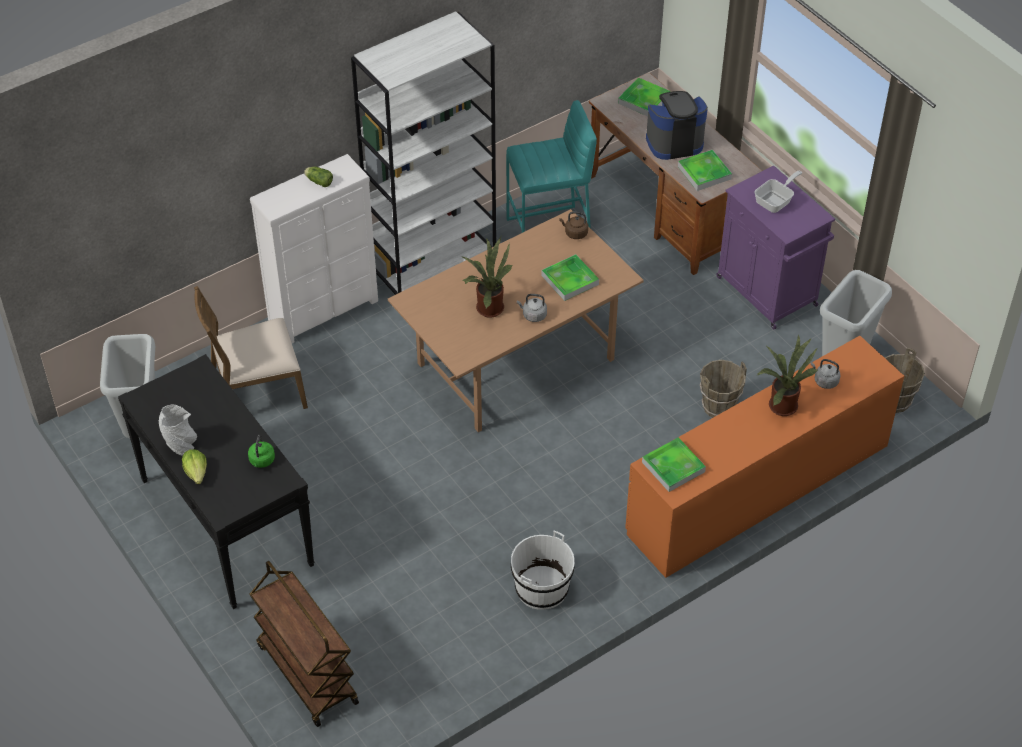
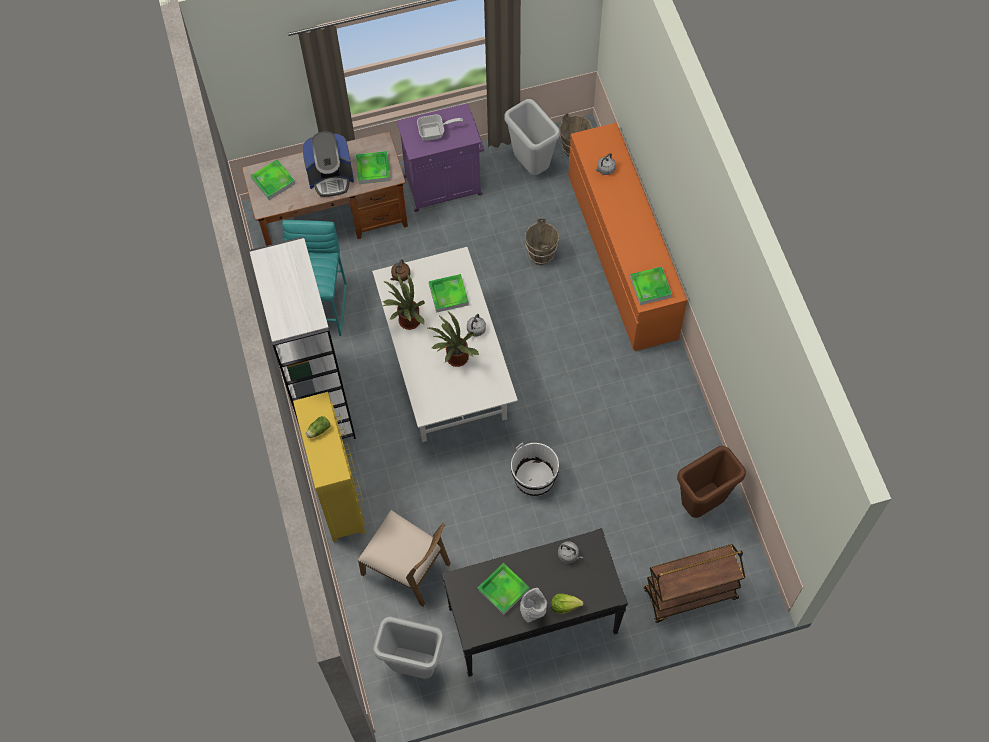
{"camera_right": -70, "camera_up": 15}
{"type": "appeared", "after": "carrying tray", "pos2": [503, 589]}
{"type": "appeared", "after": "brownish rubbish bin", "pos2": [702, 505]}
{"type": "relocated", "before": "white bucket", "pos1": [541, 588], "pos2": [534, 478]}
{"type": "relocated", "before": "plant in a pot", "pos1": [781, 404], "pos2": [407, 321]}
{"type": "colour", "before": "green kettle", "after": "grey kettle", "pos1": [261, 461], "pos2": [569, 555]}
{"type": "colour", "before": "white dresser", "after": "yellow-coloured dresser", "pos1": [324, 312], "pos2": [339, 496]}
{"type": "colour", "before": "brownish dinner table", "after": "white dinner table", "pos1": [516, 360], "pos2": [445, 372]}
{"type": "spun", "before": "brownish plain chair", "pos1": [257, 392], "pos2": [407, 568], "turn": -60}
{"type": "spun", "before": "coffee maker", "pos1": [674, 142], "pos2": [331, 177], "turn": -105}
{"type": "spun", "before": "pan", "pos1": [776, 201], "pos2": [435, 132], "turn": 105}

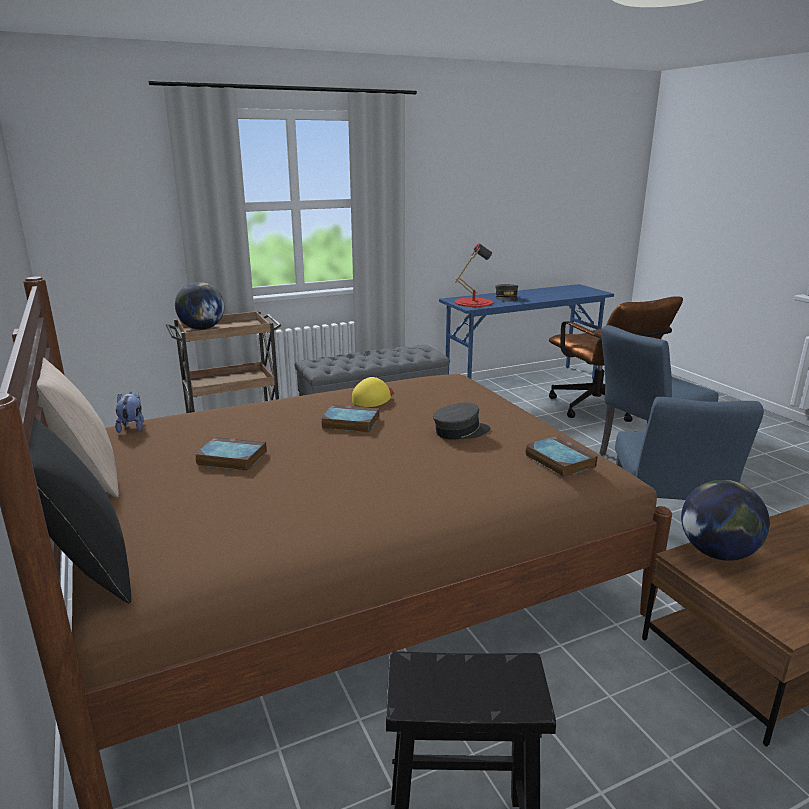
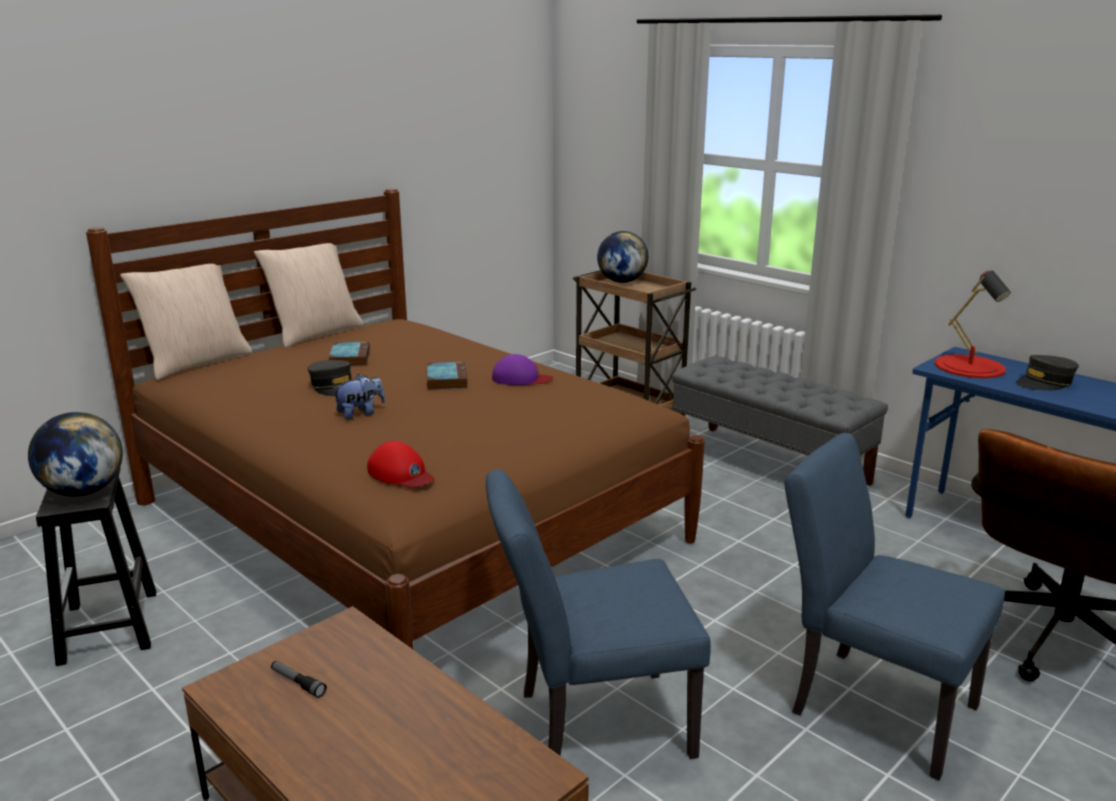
{"camera_right": 70, "camera_up": 0}
{"type": "appeared", "after": "torch", "pos2": [298, 683]}
{"type": "relocated", "before": "plush toy", "pos1": [132, 427], "pos2": [360, 413]}
{"type": "relocated", "before": "grey cap", "pos1": [460, 431], "pos2": [334, 387]}
{"type": "relocated", "before": "world globe", "pos1": [717, 553], "pos2": [83, 491]}
{"type": "exchanged", "before": "book", "after": "red-coloured cap", "pos1": [558, 460], "pos2": [401, 474]}
{"type": "colour", "before": "black throw pillow", "after": "beige-coloured throw pillow", "pos1": [86, 567], "pos2": [196, 362]}
{"type": "colour", "before": "yellow-coloured cap", "after": "purple cap", "pos1": [373, 398], "pos2": [521, 379]}

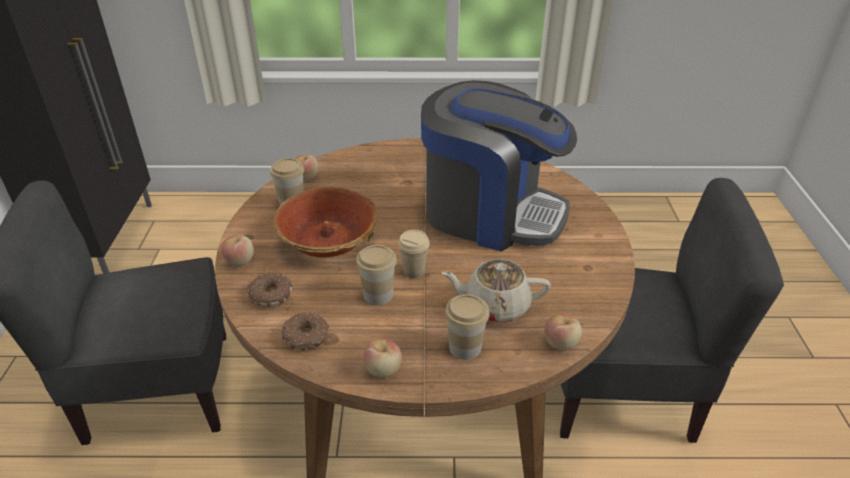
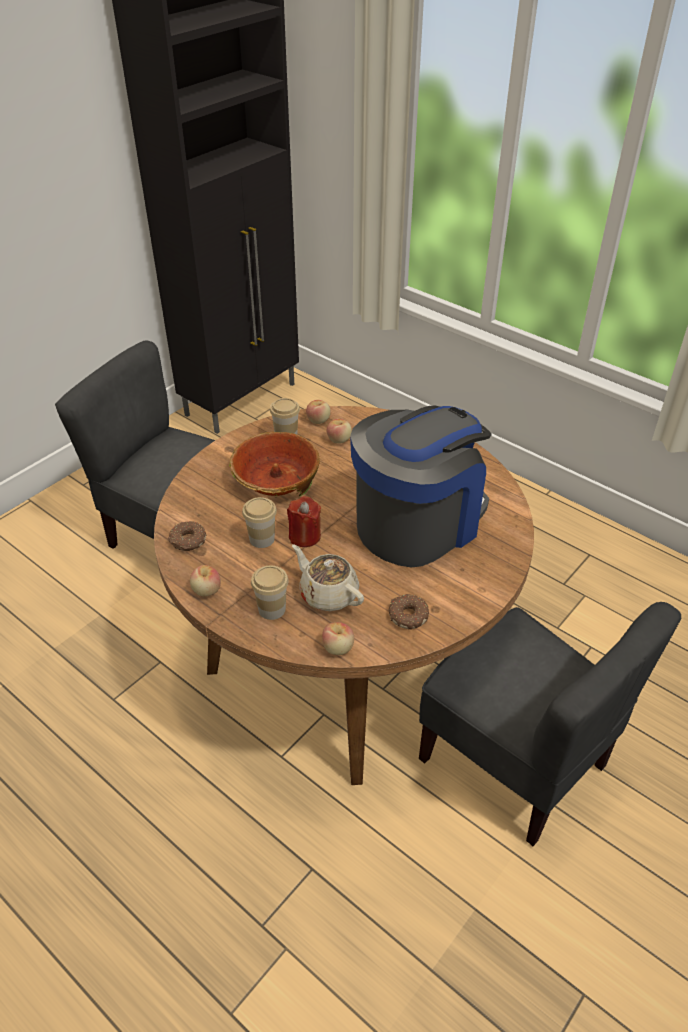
{"camera_right": 40, "camera_up": 5}
{"type": "relocated", "before": "apple", "pos1": [240, 261], "pos2": [339, 440]}
{"type": "relocated", "before": "donut", "pos1": [270, 294], "pos2": [407, 615]}
{"type": "exchanged", "before": "beige-coloured drinking cup", "after": "red-coloured wax light", "pos1": [414, 271], "pos2": [304, 536]}
{"type": "spun", "before": "coffee maker", "pos1": [490, 213], "pos2": [418, 522], "turn": -105}

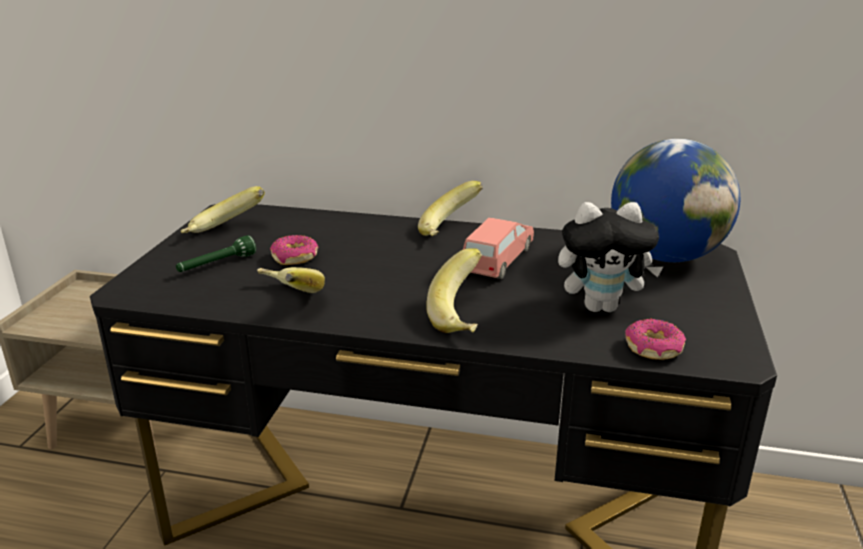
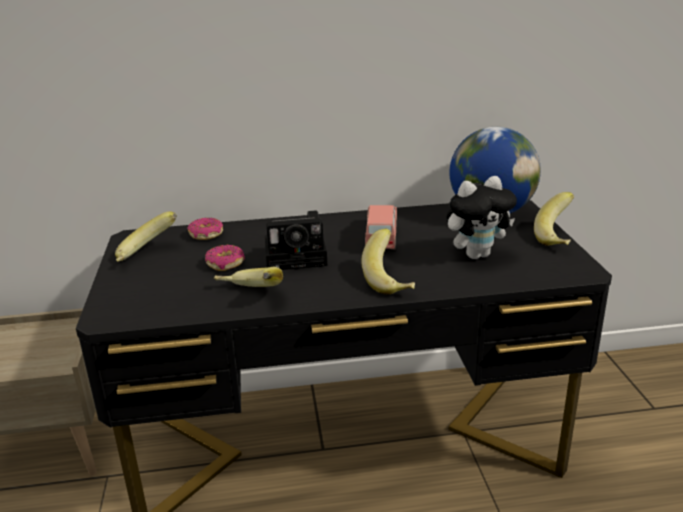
{"camera_right": -20, "camera_up": 0}
{"type": "missing", "before": "green torch", "pos1": [216, 265]}
{"type": "appeared", "after": "photo camera", "pos2": [299, 257]}
{"type": "relocated", "before": "banana", "pos1": [451, 231], "pos2": [559, 238]}
{"type": "relocated", "before": "donut", "pos1": [653, 348], "pos2": [206, 235]}

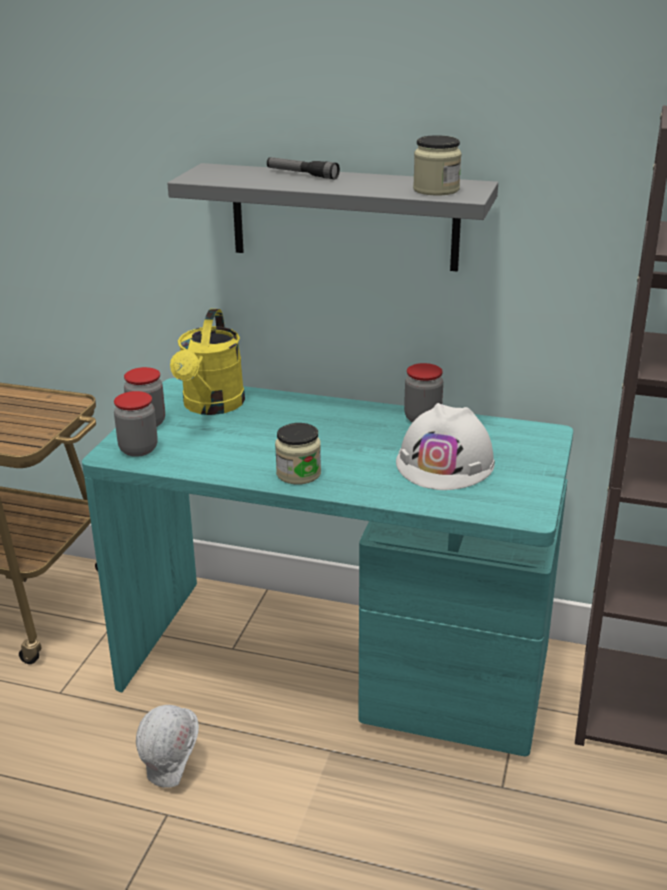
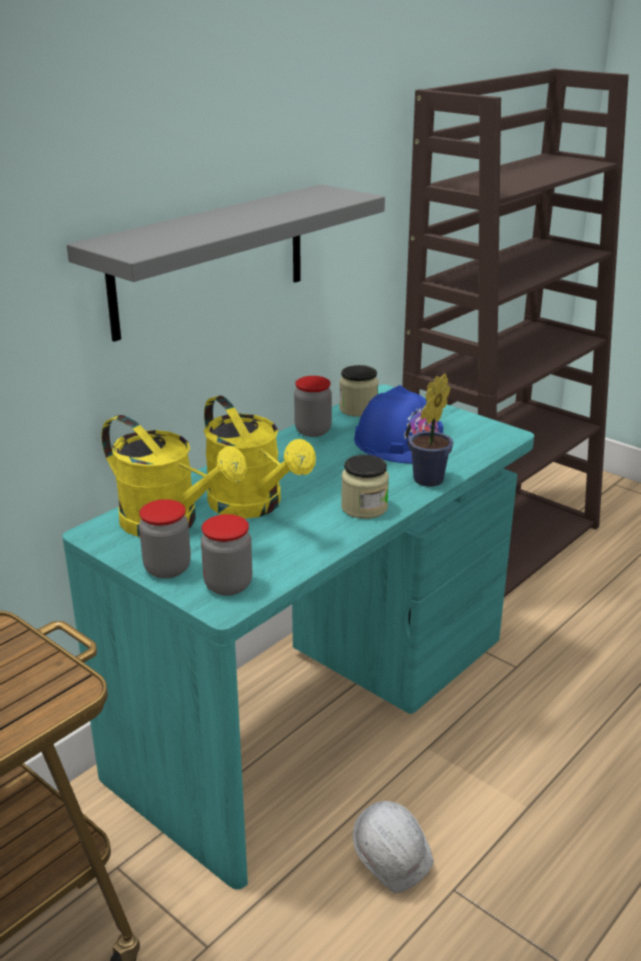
{"camera_right": -65, "camera_up": 0}
{"type": "missing", "before": "torch", "pos1": [302, 174]}
{"type": "appeared", "after": "yellow-coloured watering pot", "pos2": [253, 506]}
{"type": "appeared", "after": "plant in a pot", "pos2": [426, 481]}
{"type": "relocated", "before": "storage jar", "pos1": [436, 190], "pos2": [358, 409]}
{"type": "colour", "before": "white safety helmet", "after": "bluish safety helmet", "pos1": [445, 463], "pos2": [401, 442]}

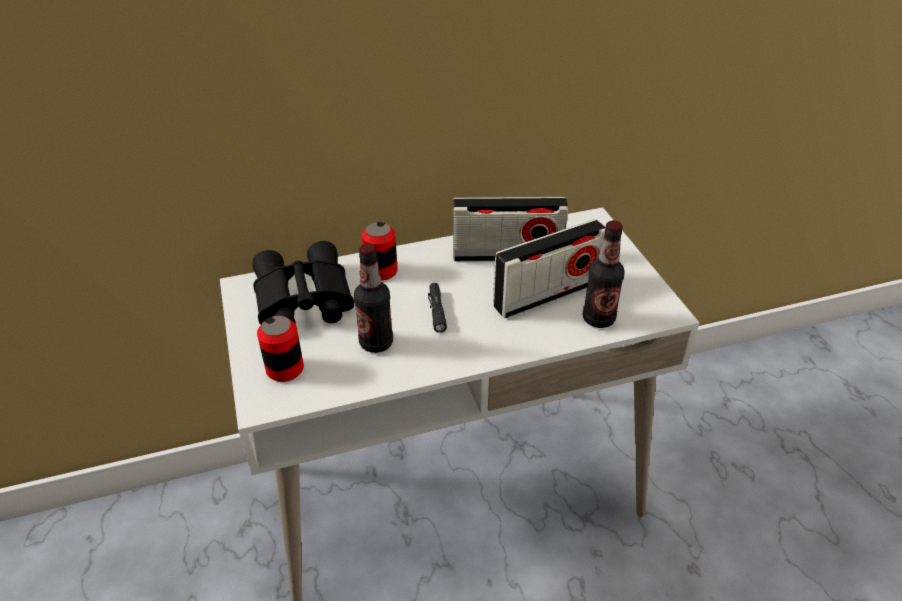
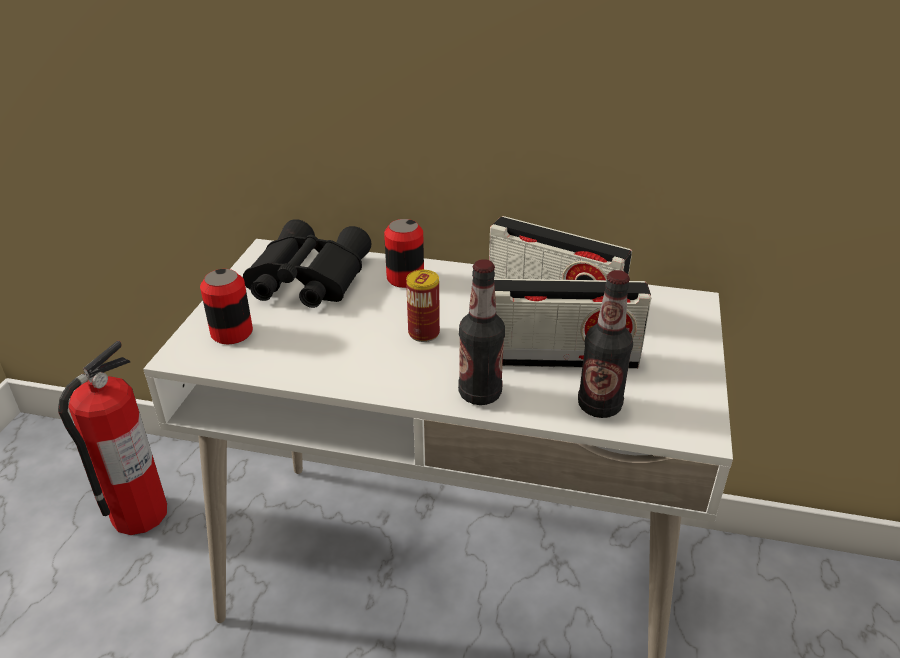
{"camera_right": 30, "camera_up": -5}
{"type": "appeared", "after": "fire-fighting cylinder", "pos2": [138, 514]}
{"type": "relocated", "before": "beverage bottle", "pos1": [376, 343], "pos2": [480, 394]}
{"type": "exchanged", "before": "black torch", "after": "metal can", "pos1": [436, 311], "pos2": [424, 333]}

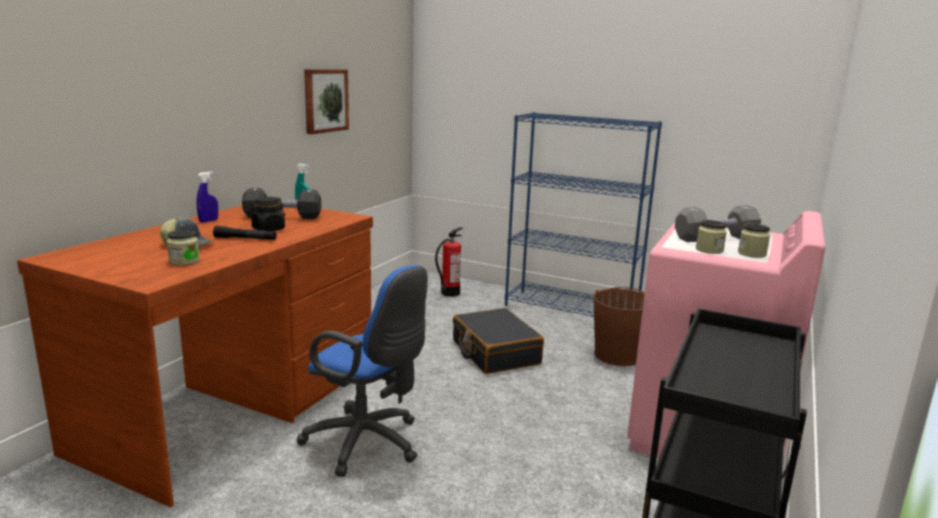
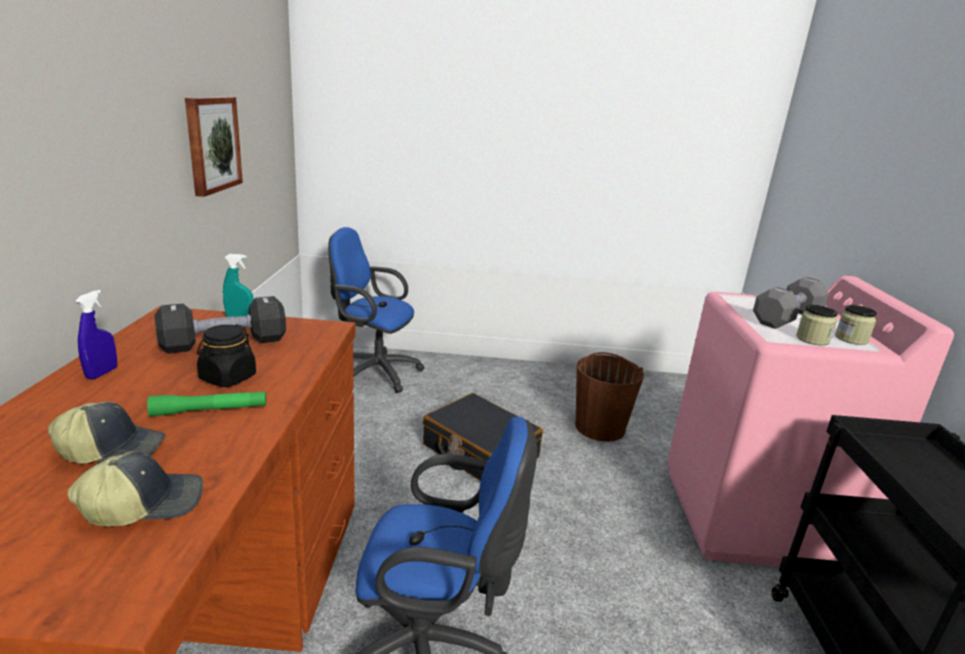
{"camera_right": -25, "camera_up": 5}
{"type": "missing", "before": "bluish bookcase", "pos1": [572, 310]}
{"type": "exchanged", "before": "storage jar", "after": "cap", "pos1": [184, 261], "pos2": [144, 504]}
{"type": "exchanged", "before": "fire-fighting cylinder", "after": "bluish computer chair", "pos1": [450, 293], "pos2": [373, 372]}
{"type": "colour", "before": "black torch", "after": "green torch", "pos1": [245, 239], "pos2": [210, 410]}

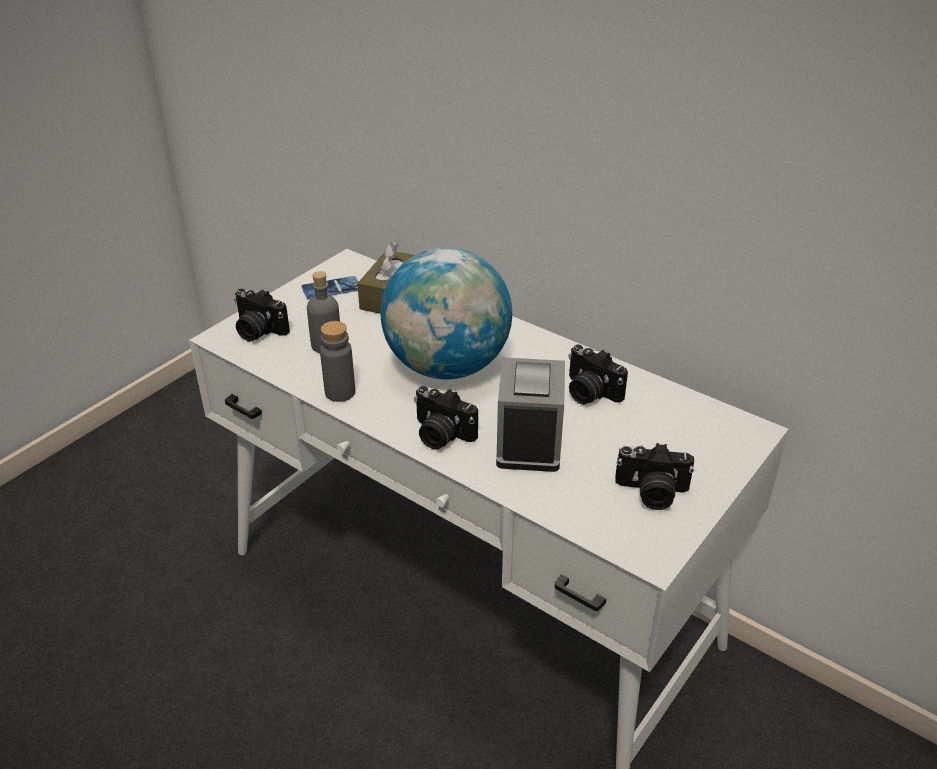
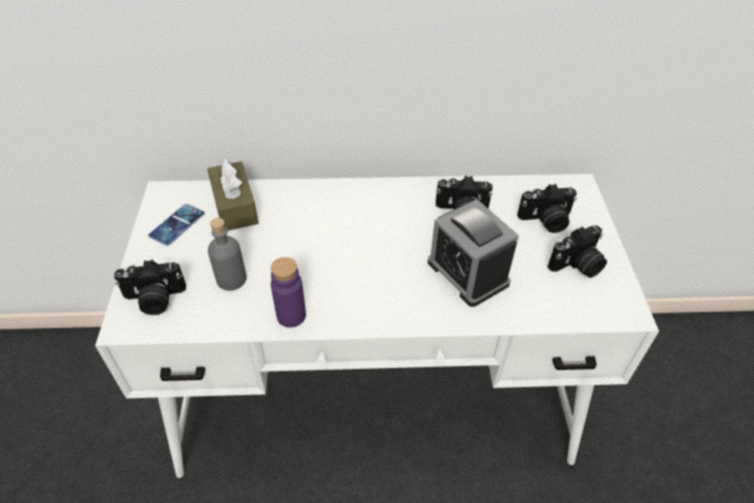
{"camera_right": -40, "camera_up": 10}
{"type": "missing", "before": "world globe", "pos1": [447, 366]}
{"type": "relocated", "before": "photo camera", "pos1": [440, 435], "pos2": [546, 221]}
{"type": "colour", "before": "grey beverage bottle", "after": "purple beverage bottle", "pos1": [340, 392], "pos2": [291, 315]}

